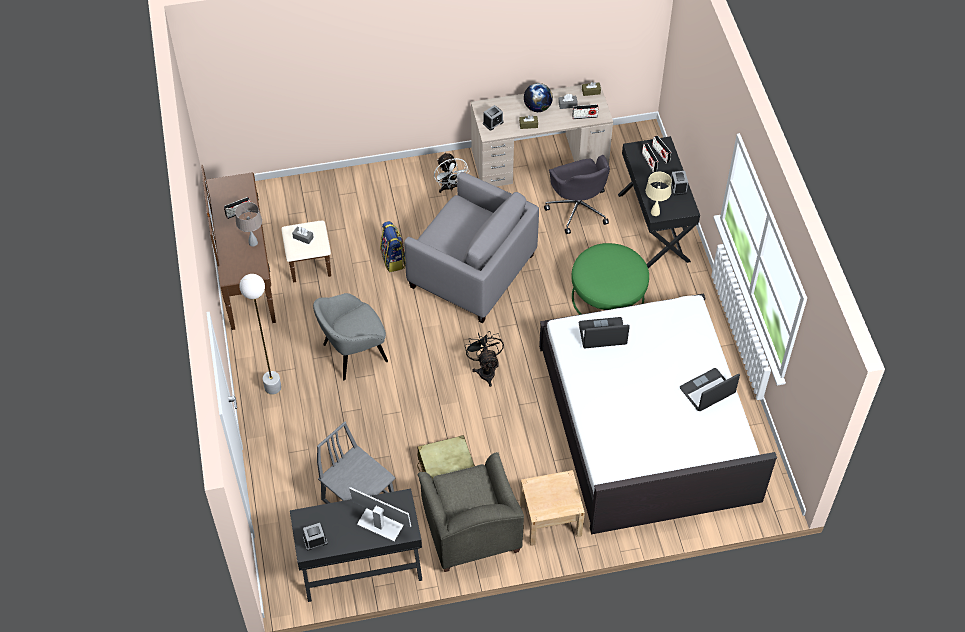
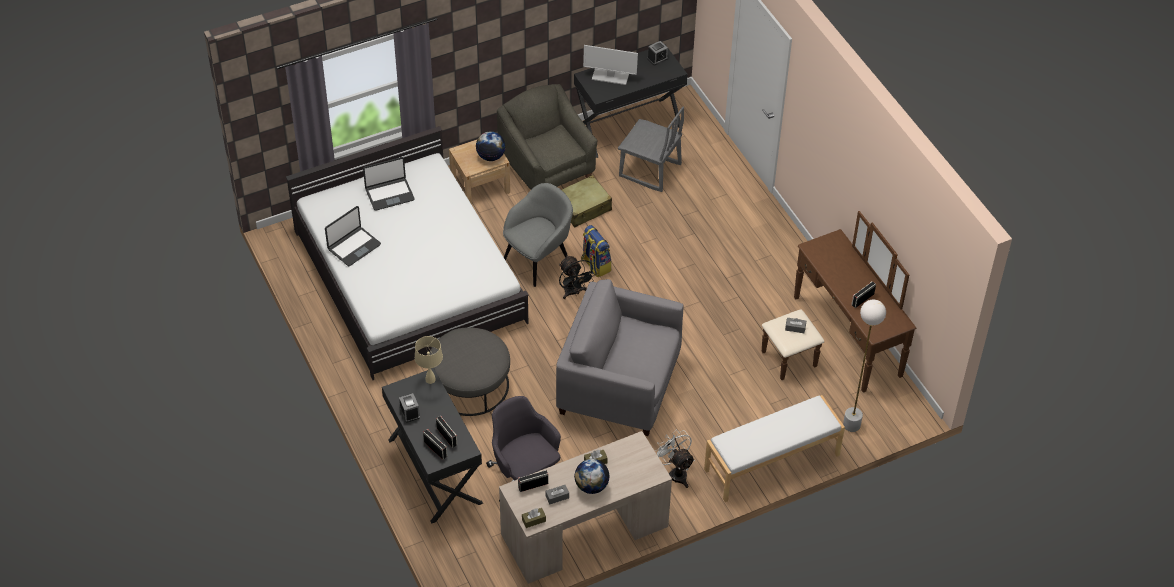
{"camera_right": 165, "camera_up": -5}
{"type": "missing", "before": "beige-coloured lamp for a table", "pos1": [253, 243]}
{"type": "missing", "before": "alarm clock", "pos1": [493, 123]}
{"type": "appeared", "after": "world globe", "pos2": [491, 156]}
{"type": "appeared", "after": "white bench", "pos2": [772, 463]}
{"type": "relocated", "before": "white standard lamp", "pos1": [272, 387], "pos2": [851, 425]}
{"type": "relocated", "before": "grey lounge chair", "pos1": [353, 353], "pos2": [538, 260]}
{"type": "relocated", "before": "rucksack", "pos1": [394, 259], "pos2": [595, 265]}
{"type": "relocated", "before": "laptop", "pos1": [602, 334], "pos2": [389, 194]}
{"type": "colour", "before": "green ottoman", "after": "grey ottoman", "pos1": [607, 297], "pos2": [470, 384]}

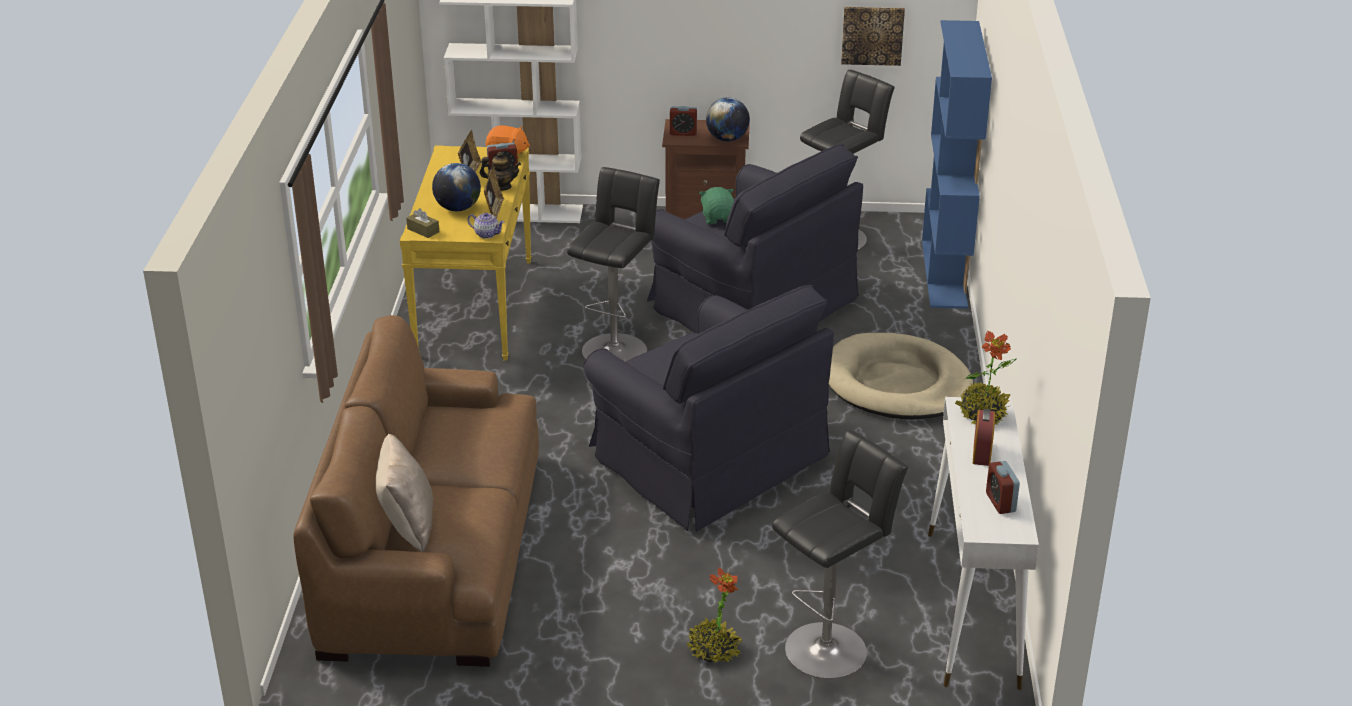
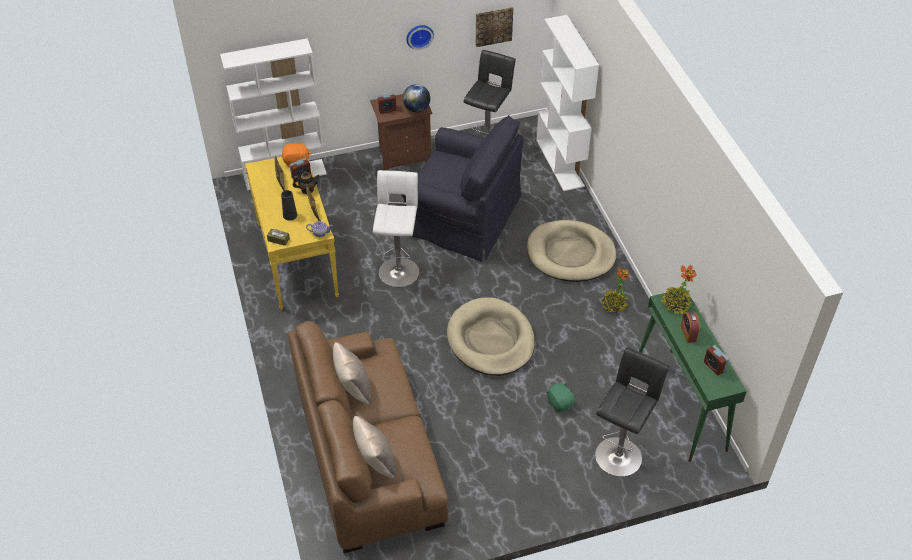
{"camera_right": -20, "camera_up": 15}
{"type": "appeared", "after": "beige-coloured throw pillow", "pos2": [353, 388]}
{"type": "appeared", "after": "hanging clock", "pos2": [419, 35]}
{"type": "relocated", "before": "plant in a pot", "pos1": [713, 650], "pos2": [613, 305]}
{"type": "relocated", "before": "green plush toy", "pos1": [718, 218], "pos2": [560, 403]}
{"type": "exchanged", "before": "world globe", "after": "black flower vase", "pos1": [458, 208], "pos2": [290, 215]}
{"type": "exchanged", "before": "black lounge chair", "after": "beige-coloured dog bed", "pos1": [705, 459], "pos2": [491, 340]}
{"type": "colour", "before": "black sitting stool", "after": "white sitting stool", "pos1": [616, 348], "pos2": [399, 269]}
{"type": "colour", "before": "bluish bookcase", "after": "white bookcase", "pos1": [945, 274], "pos2": [560, 163]}
{"type": "colour", "before": "white console table", "after": "green console table", "pos1": [972, 608], "pos2": [680, 404]}

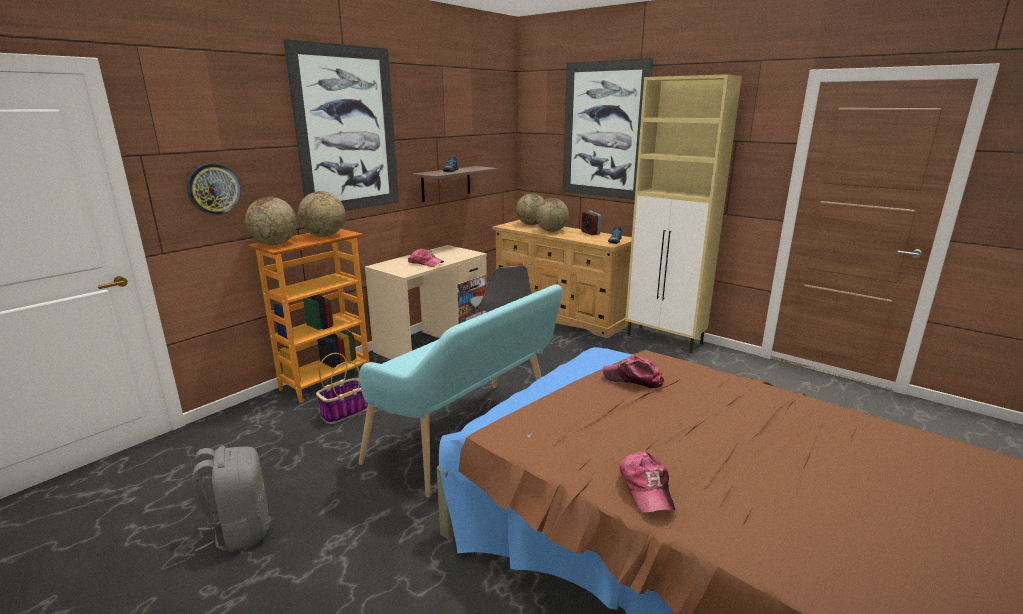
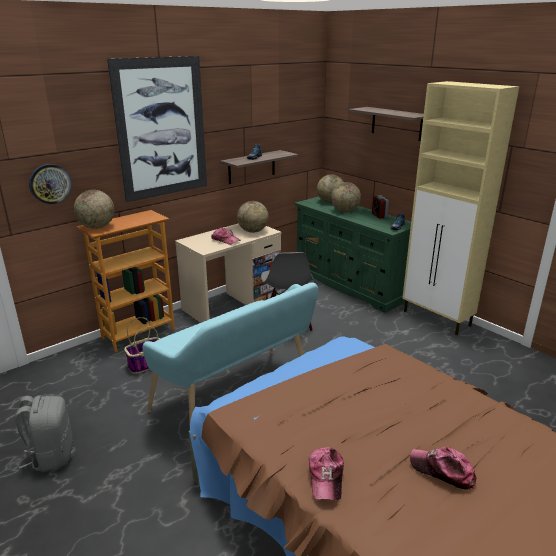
{"camera_right": 10, "camera_up": 5}
{"type": "relocated", "before": "world globe", "pos1": [324, 236], "pos2": [253, 231]}
{"type": "relocated", "before": "cap", "pos1": [633, 379], "pos2": [442, 471]}
{"type": "exchanged", "before": "wall art", "after": "bracket shelf", "pos1": [604, 130], "pos2": [396, 123]}
{"type": "colour", "before": "beige-coloured dresser", "after": "green dresser", "pos1": [560, 314], "pos2": [350, 284]}

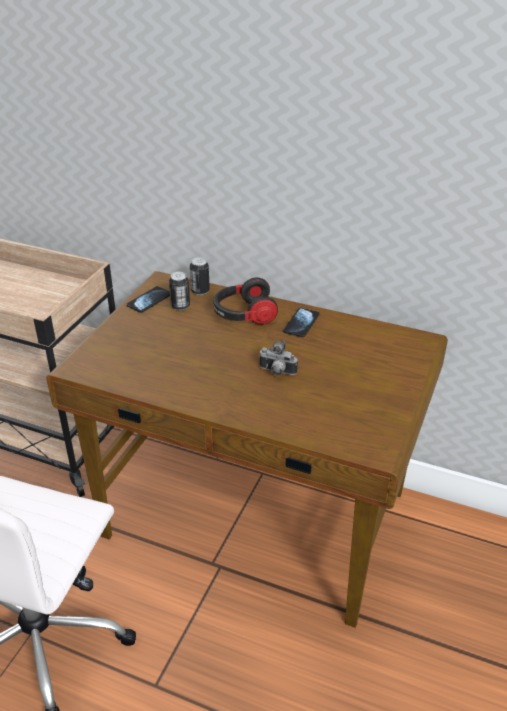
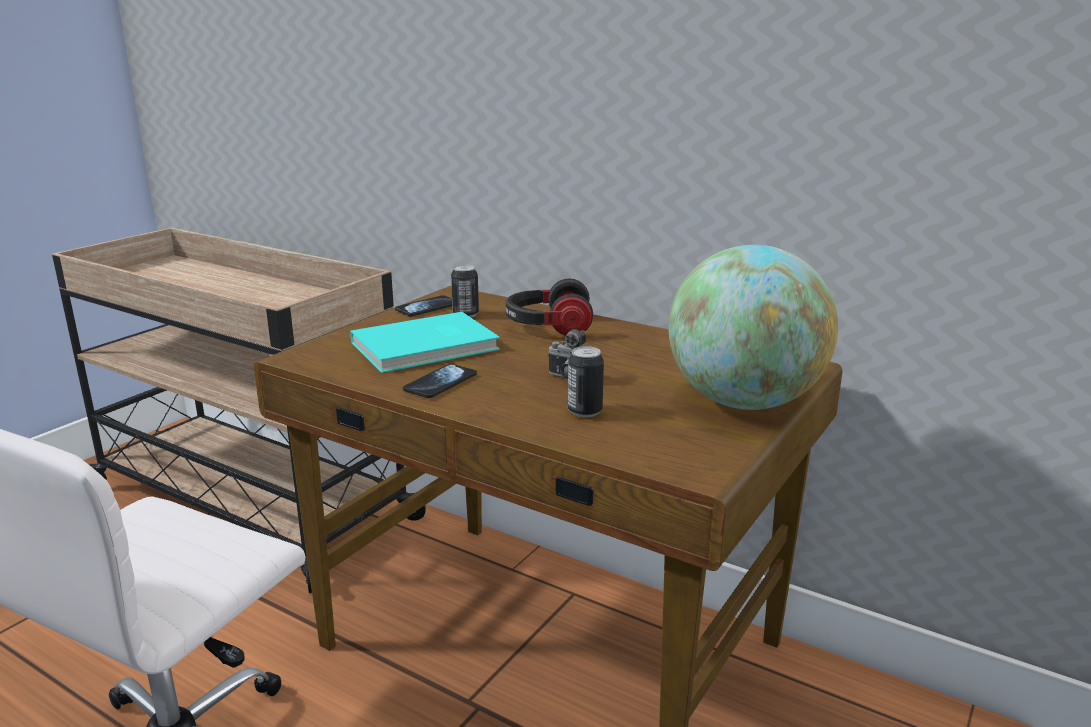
{"camera_right": 10, "camera_up": -15}
{"type": "appeared", "after": "turquoise-coloured book", "pos2": [428, 347]}
{"type": "appeared", "after": "world globe", "pos2": [744, 402]}
{"type": "relocated", "before": "metal can", "pos1": [200, 291], "pos2": [585, 411]}
{"type": "relocated", "before": "phone", "pos1": [301, 323], "pos2": [440, 383]}

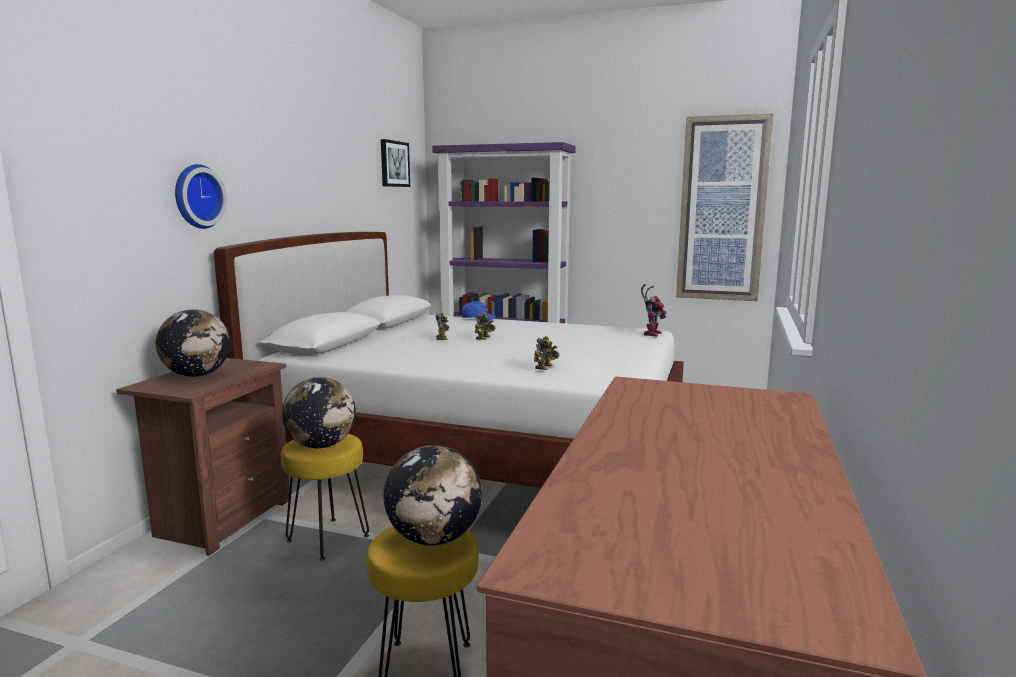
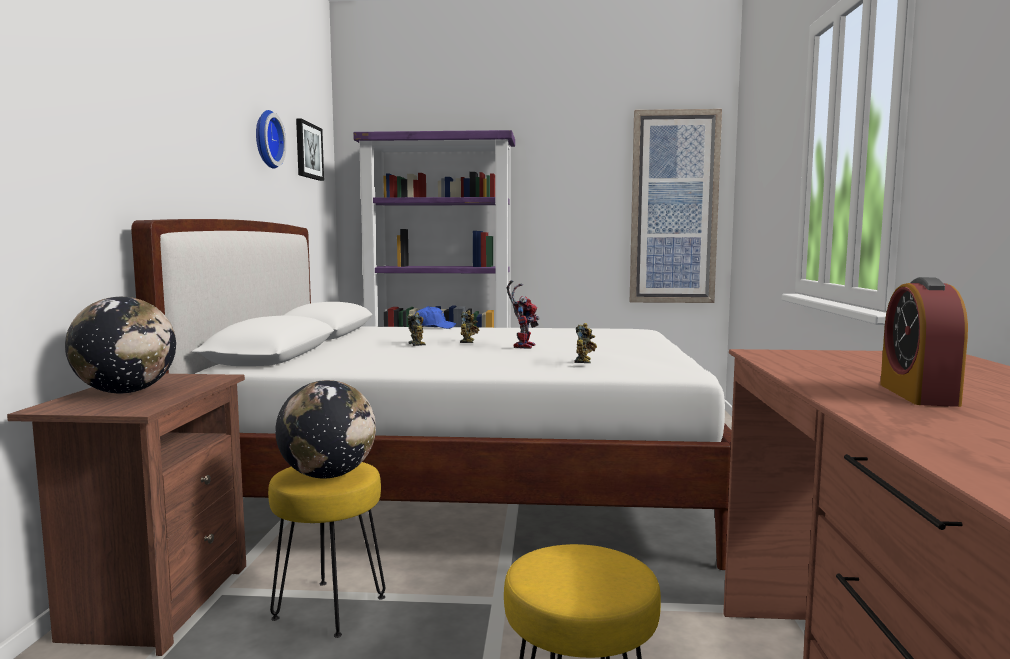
{"camera_right": -15, "camera_up": -5}
{"type": "missing", "before": "world globe", "pos1": [434, 538]}
{"type": "appeared", "after": "alarm clock", "pos2": [918, 394]}
{"type": "relocated", "before": "hanging clock", "pos1": [196, 196], "pos2": [266, 139]}
{"type": "relocated", "before": "model robot", "pos1": [651, 333], "pos2": [522, 346]}

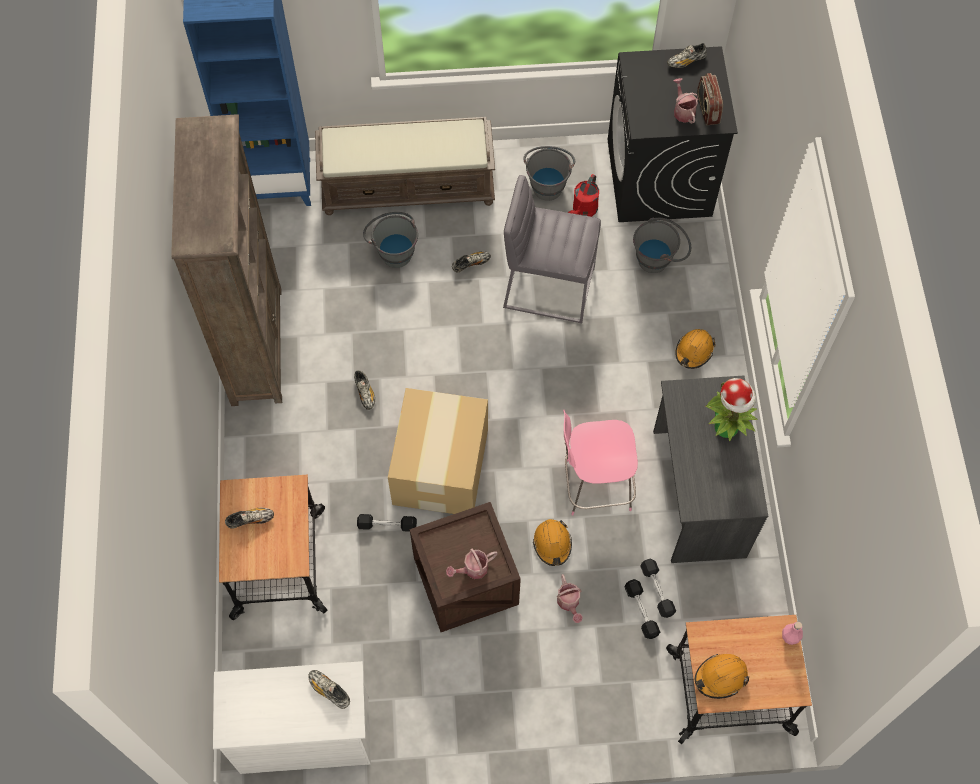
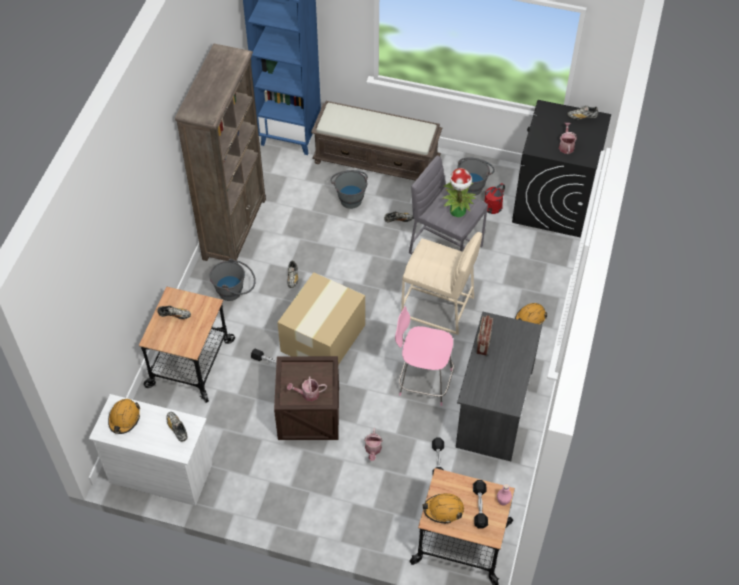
{"camera_right": 20, "camera_up": -10}
{"type": "appeared", "after": "beige-coloured sitting stool", "pos2": [438, 307]}
{"type": "relocated", "before": "orange safety helmet", "pos1": [552, 544], "pos2": [124, 418]}
{"type": "relocated", "before": "black free weight", "pos1": [641, 611], "pos2": [479, 507]}
{"type": "relocated", "before": "grey bucket", "pos1": [659, 258], "pos2": [235, 292]}
{"type": "relocated", "before": "radio", "pos1": [707, 109], "pos2": [483, 341]}
{"type": "relocated", "before": "plant in a pot", "pos1": [727, 427], "pos2": [458, 211]}

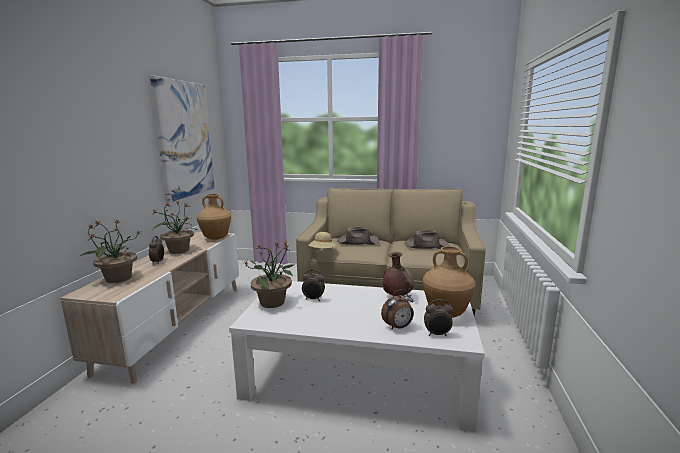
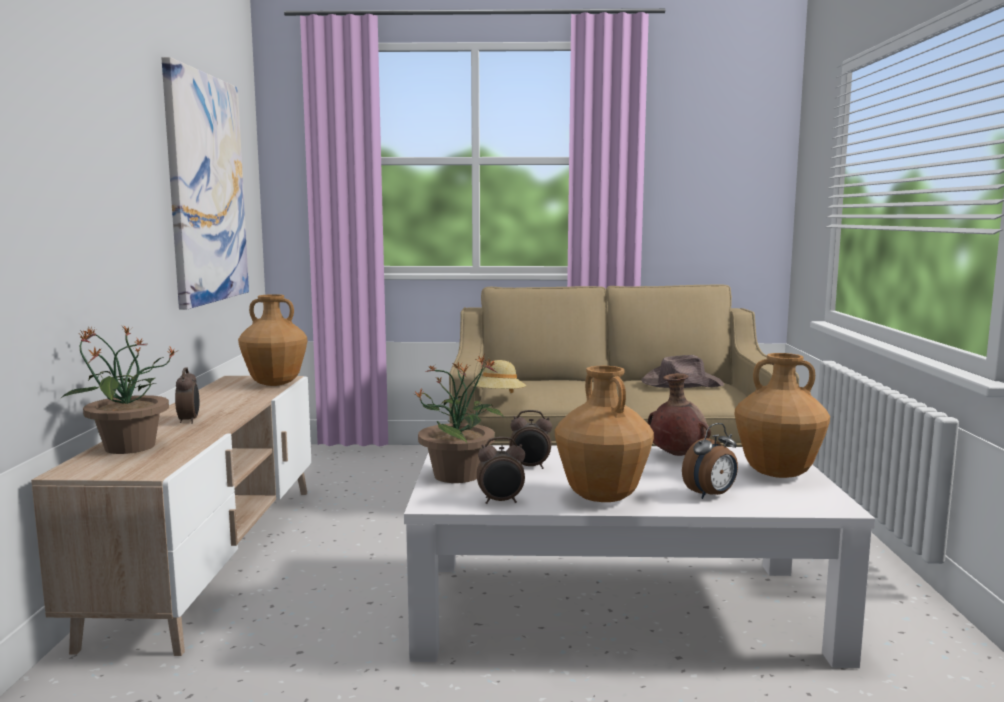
{"camera_right": -10, "camera_up": -5}
{"type": "missing", "before": "plant in a pot", "pos1": [178, 250]}
{"type": "missing", "before": "brownish wearable hat", "pos1": [357, 241]}
{"type": "appeared", "after": "brownish flower vase", "pos2": [601, 497]}
{"type": "relocated", "before": "alarm clock", "pos1": [437, 334], "pos2": [501, 501]}

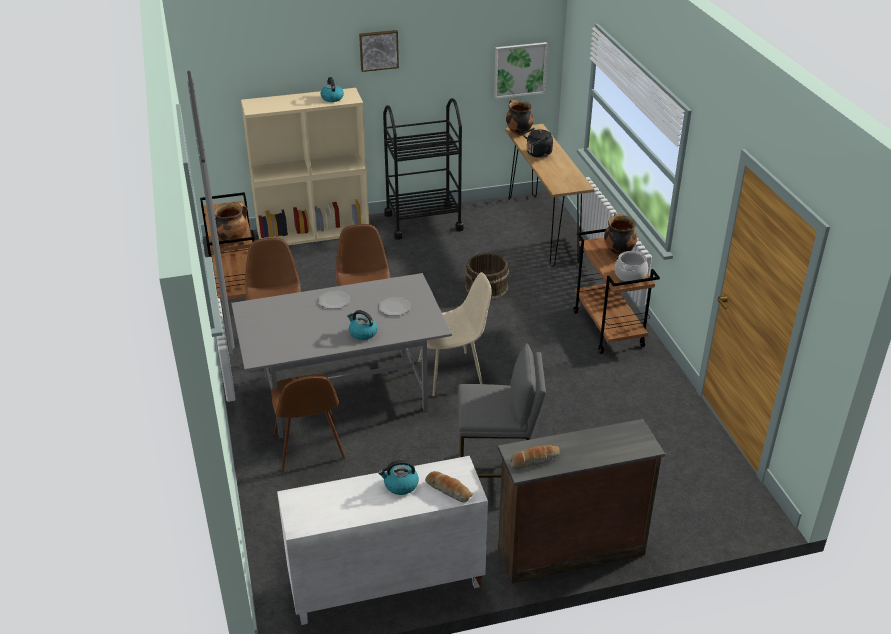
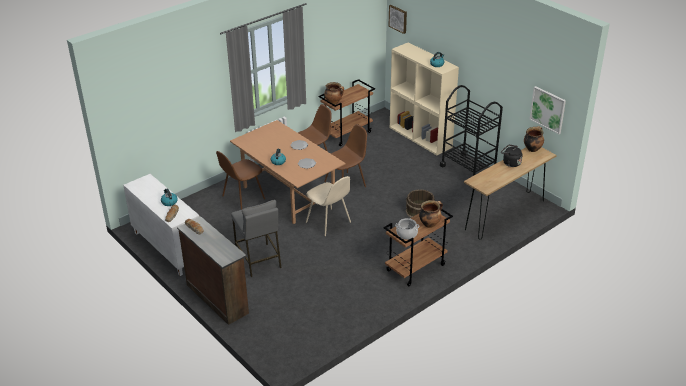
{"camera_right": 65, "camera_up": 0}
{"type": "relocated", "before": "wall art", "pos1": [378, 50], "pos2": [398, 18]}
{"type": "colour", "before": "grey dinner table", "after": "brownish dinner table", "pos1": [345, 392], "pos2": [289, 194]}

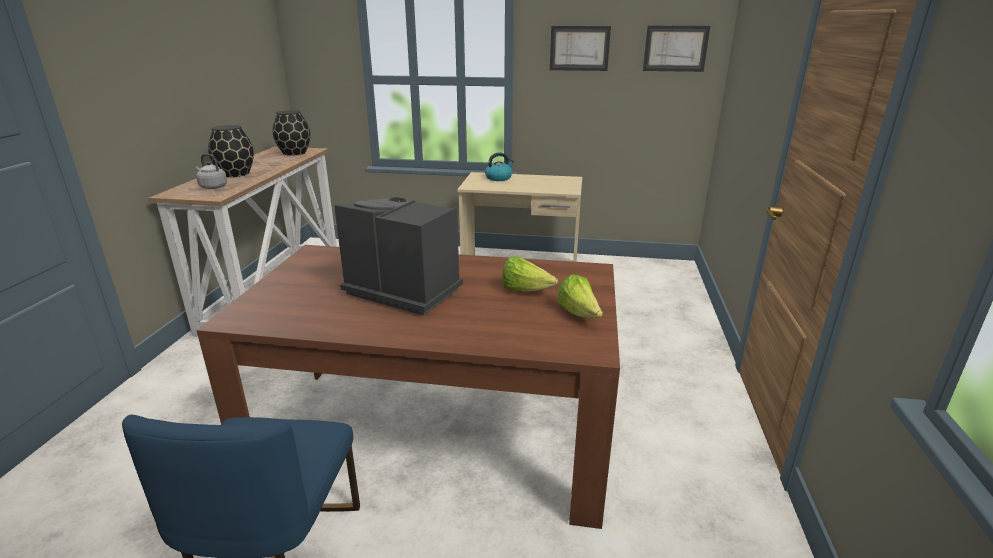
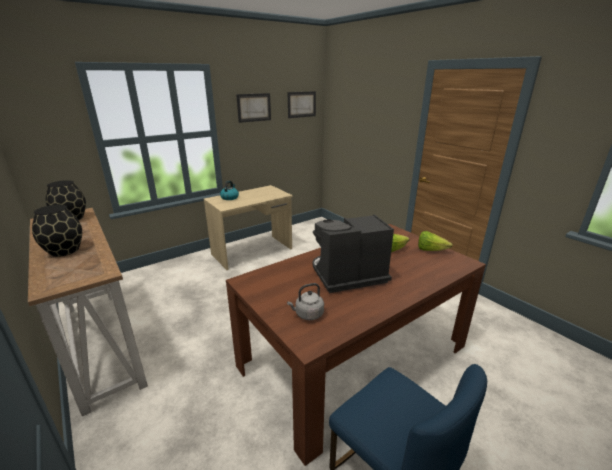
{"camera_right": -45, "camera_up": 0}
{"type": "relocated", "before": "grey kettle", "pos1": [212, 187], "pos2": [307, 314]}

